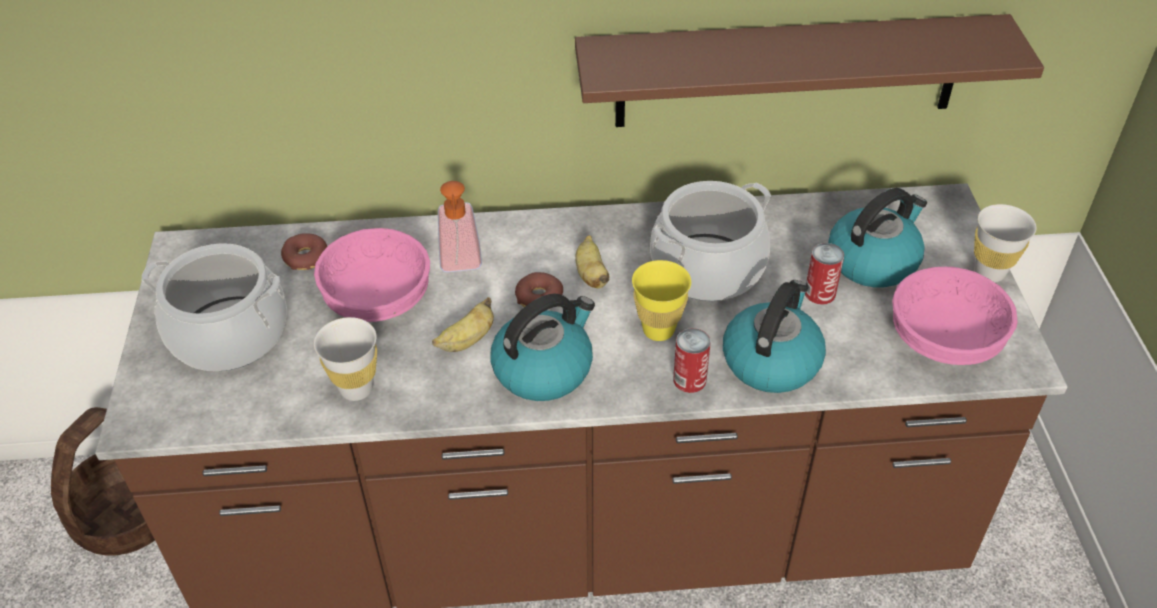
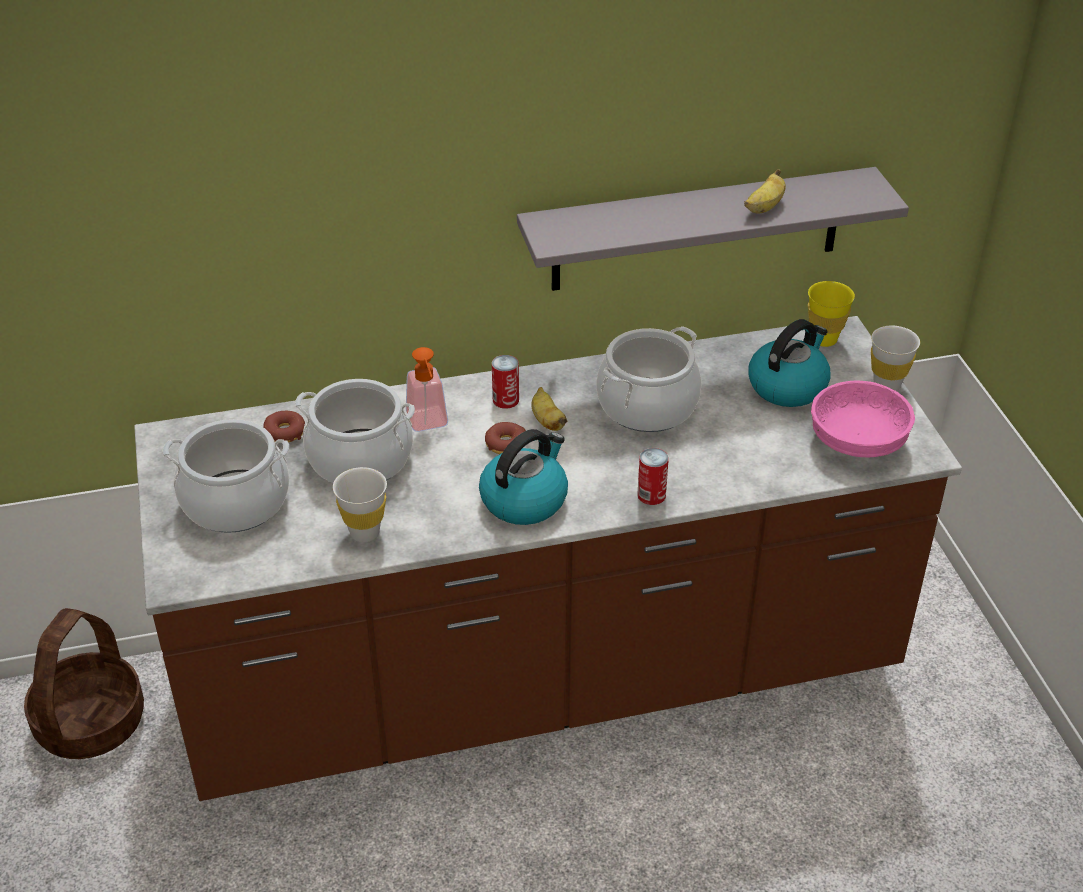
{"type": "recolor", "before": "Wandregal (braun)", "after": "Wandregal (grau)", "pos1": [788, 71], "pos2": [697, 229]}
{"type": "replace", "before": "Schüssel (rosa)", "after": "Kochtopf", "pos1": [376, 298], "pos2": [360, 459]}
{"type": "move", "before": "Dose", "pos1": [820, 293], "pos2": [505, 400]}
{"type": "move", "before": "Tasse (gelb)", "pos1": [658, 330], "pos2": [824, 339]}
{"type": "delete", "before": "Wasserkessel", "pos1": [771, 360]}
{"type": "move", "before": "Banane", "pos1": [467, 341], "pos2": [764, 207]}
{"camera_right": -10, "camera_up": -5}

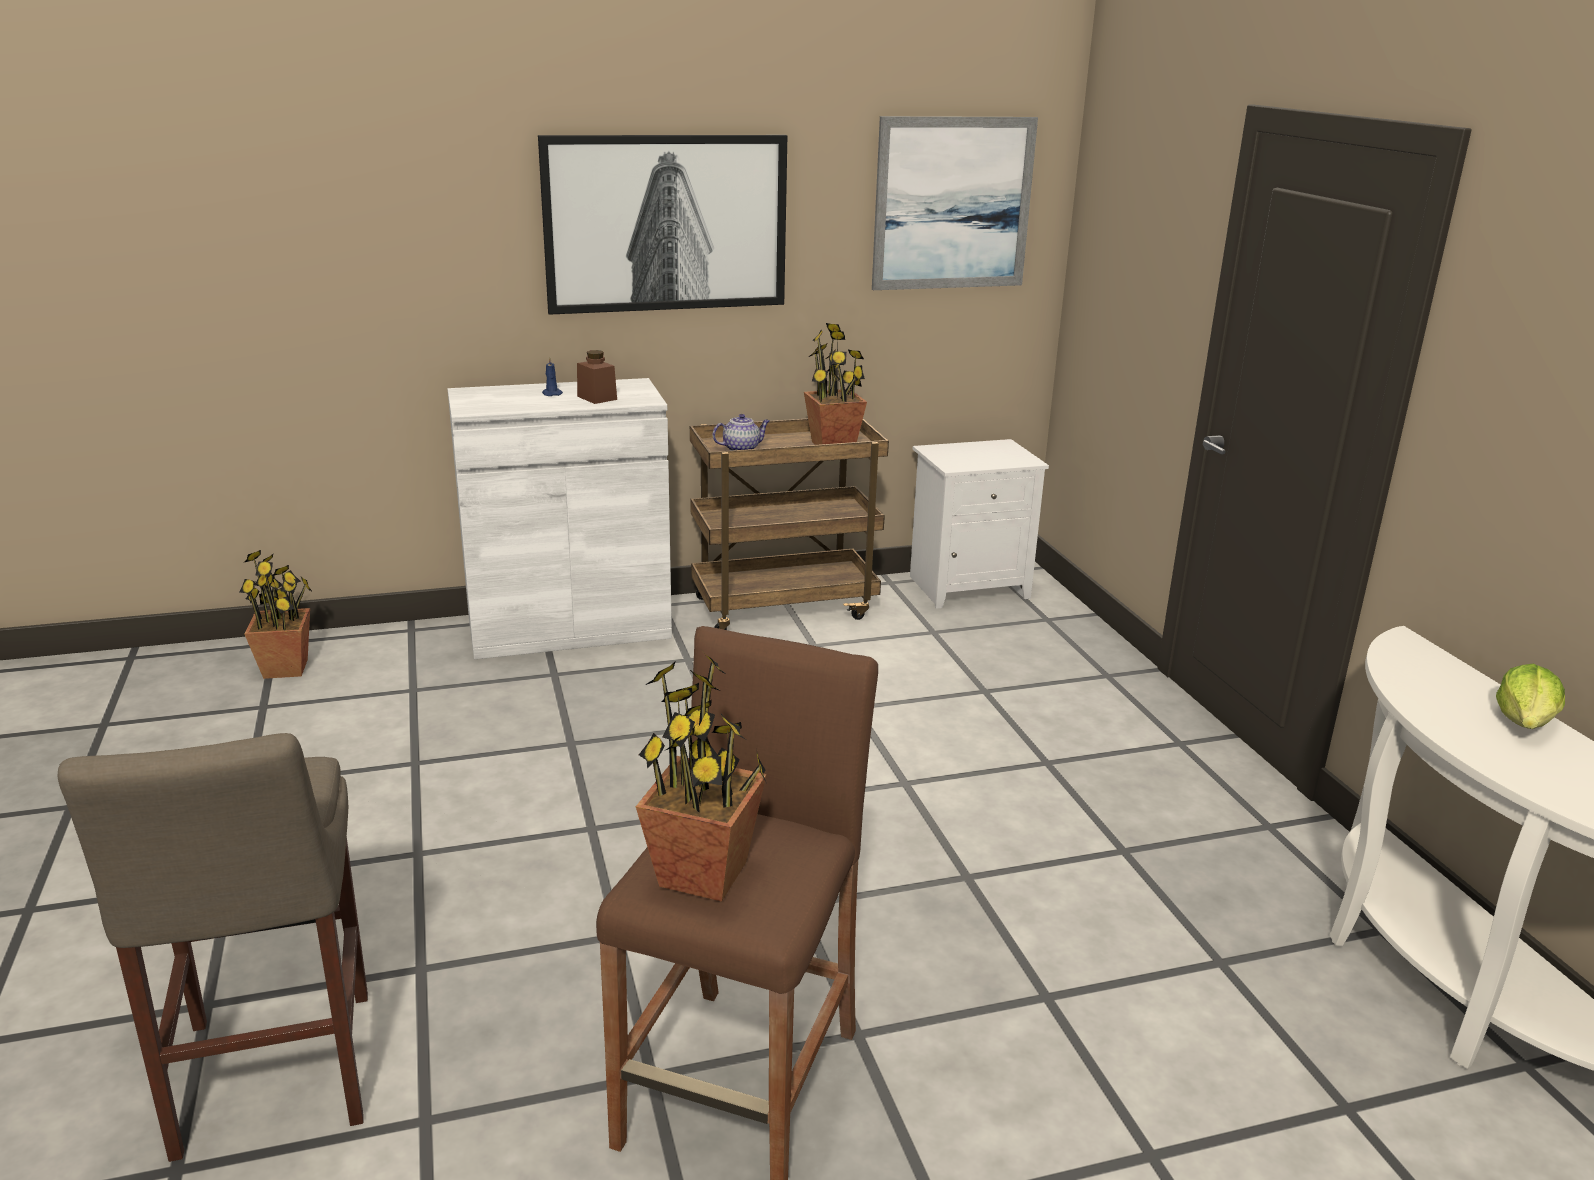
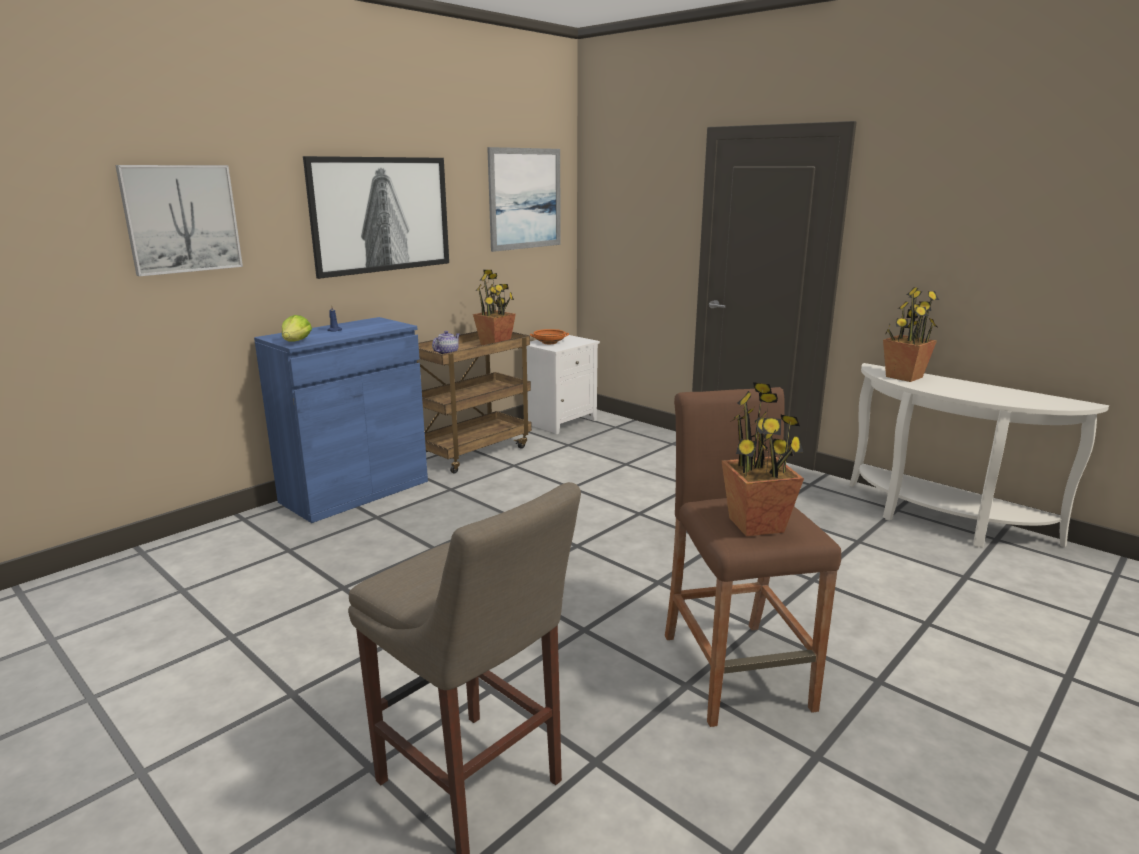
{"type": "delete", "before": "Vorratsglas (braun)", "pos1": [597, 398]}
{"type": "recolor", "before": "Schrank (weiß)", "after": "Schrank (blau)", "pos1": [569, 627], "pos2": [355, 491]}
{"type": "move", "before": "Topfpflanze", "pos1": [285, 668], "pos2": [903, 377]}
{"type": "move", "before": "Salatkopf", "pos1": [1525, 723], "pos2": [296, 342]}
{"type": "insert", "after": "Bild", "pos2": [181, 219]}
{"type": "insert", "after": "Schüssel (orange)", "pos2": [549, 342]}
{"camera_right": -30, "camera_up": -5}

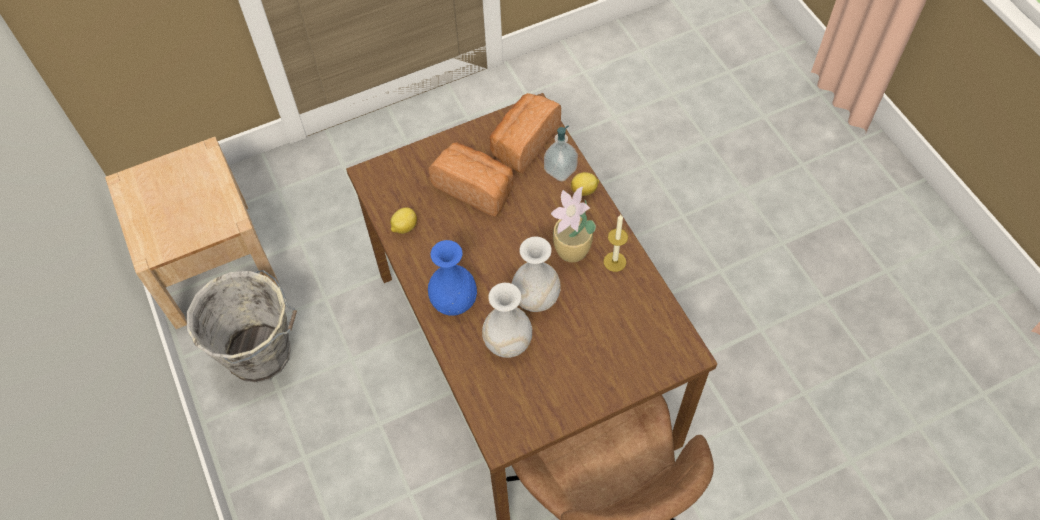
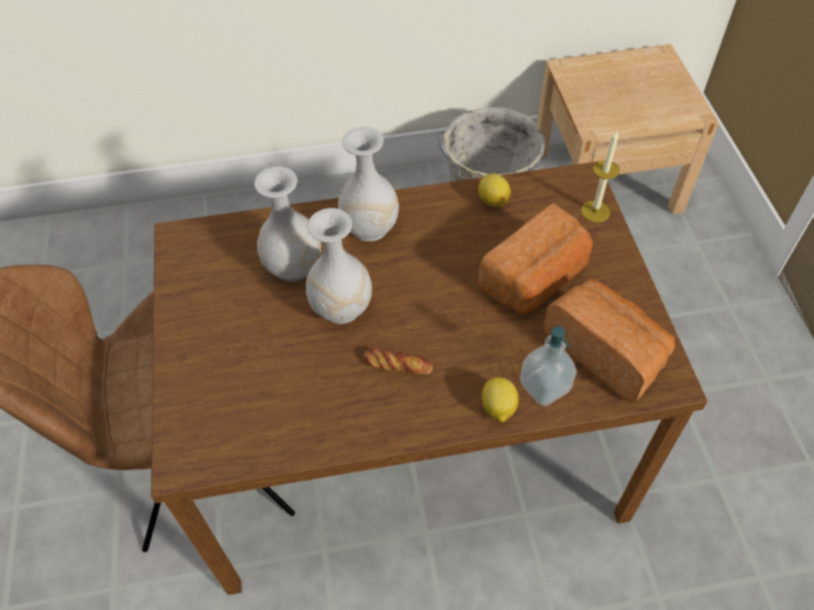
{"type": "replace", "before": "Topfpflanze", "after": "Brot", "pos1": [571, 252], "pos2": [397, 364]}
{"type": "move", "before": "Kerze", "pos1": [614, 261], "pos2": [595, 211]}
{"type": "recolor", "before": "Vase (blau)", "after": "Vase (weiß)", "pos1": [455, 302], "pos2": [369, 228]}
{"camera_right": 105, "camera_up": -5}

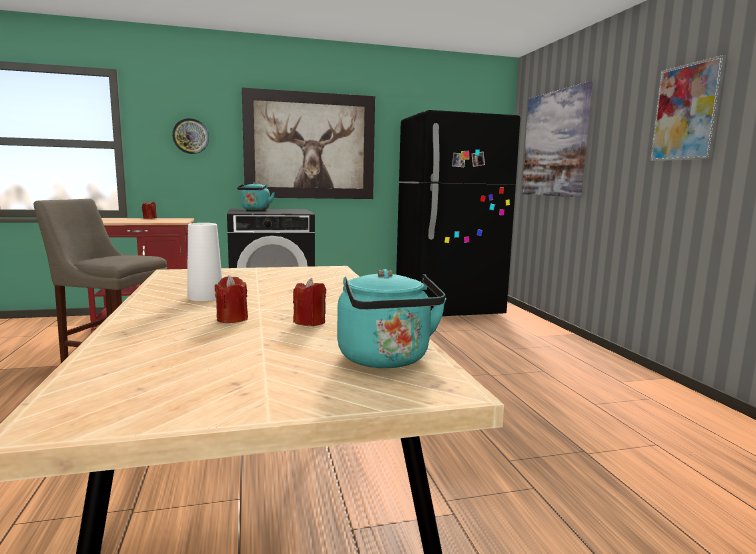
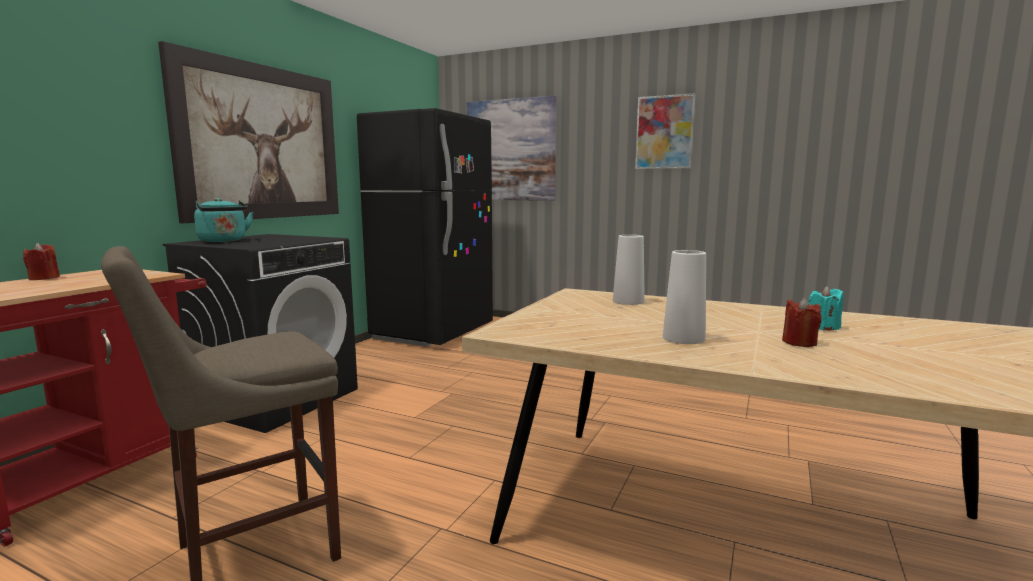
{"type": "delete", "before": "Wanduhr", "pos1": [191, 136]}
{"type": "delete", "before": "Wasserkessel (türkis)", "pos1": [386, 360]}
{"type": "recolor", "before": "Kerze (rot)", "after": "Kerze (türkis)", "pos1": [310, 322], "pos2": [823, 327]}
{"type": "insert", "after": "Vase (weiß)", "pos2": [628, 301]}
{"camera_right": -50, "camera_up": 0}

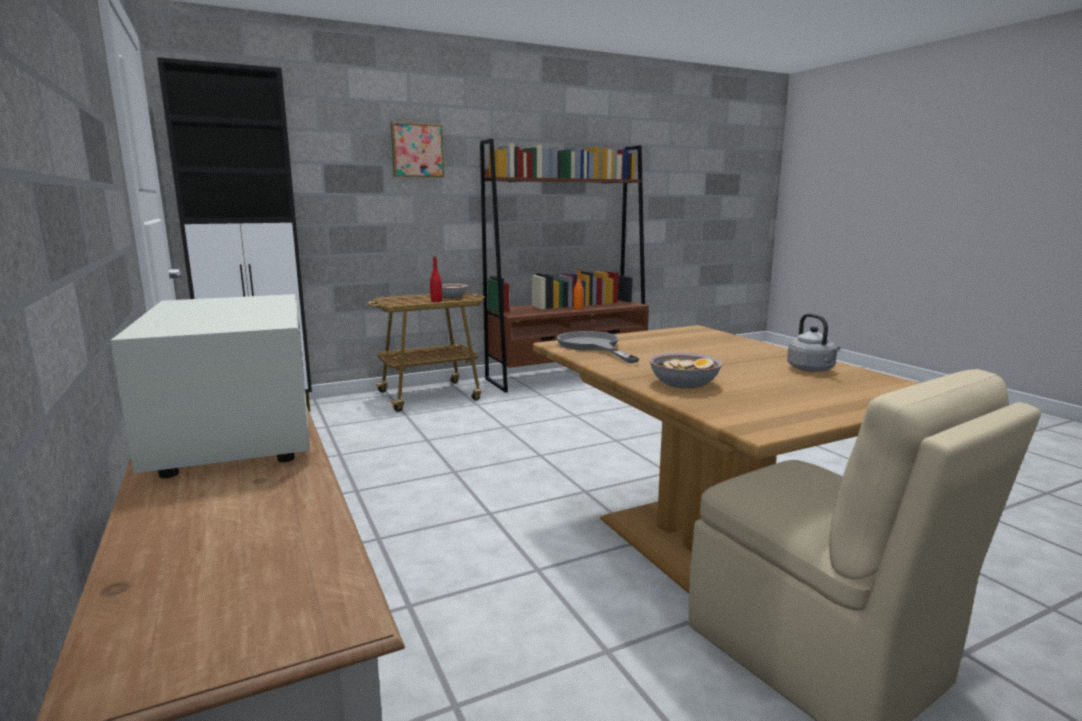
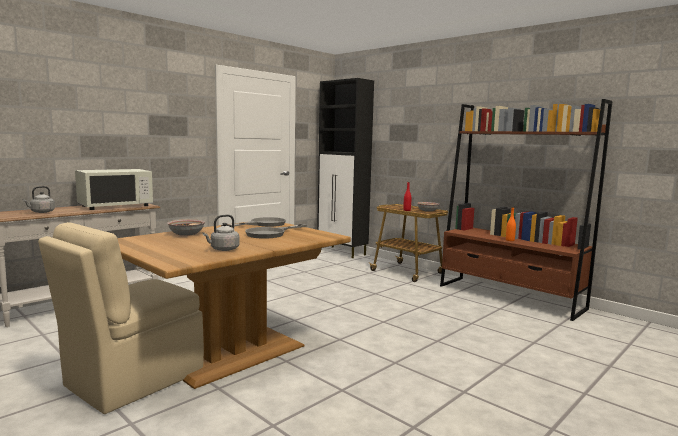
{"type": "delete", "before": "Bild", "pos1": [417, 150]}
{"type": "insert", "after": "Wasserkessel (grau)", "pos2": [41, 212]}
{"type": "insert", "after": "Pfanne (grau)", "pos2": [271, 233]}
{"camera_right": 70, "camera_up": -5}

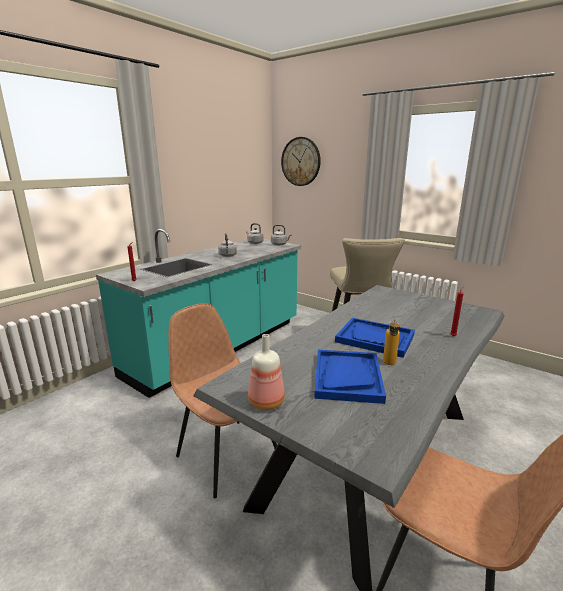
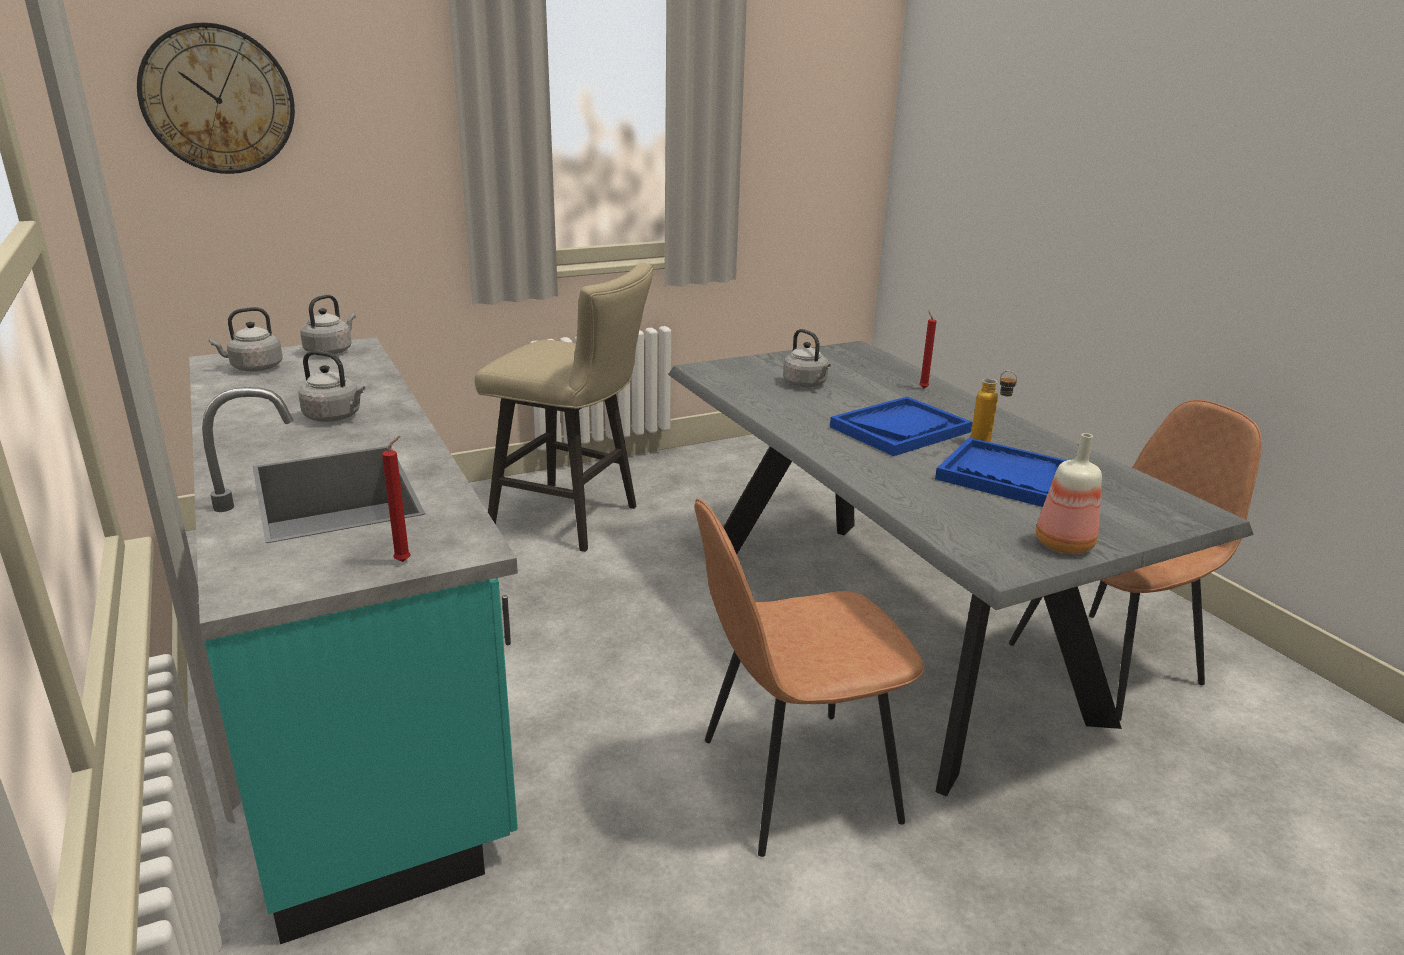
{"type": "insert", "after": "Wasserkessel (grau)", "pos2": [806, 384]}
{"camera_right": -65, "camera_up": 5}

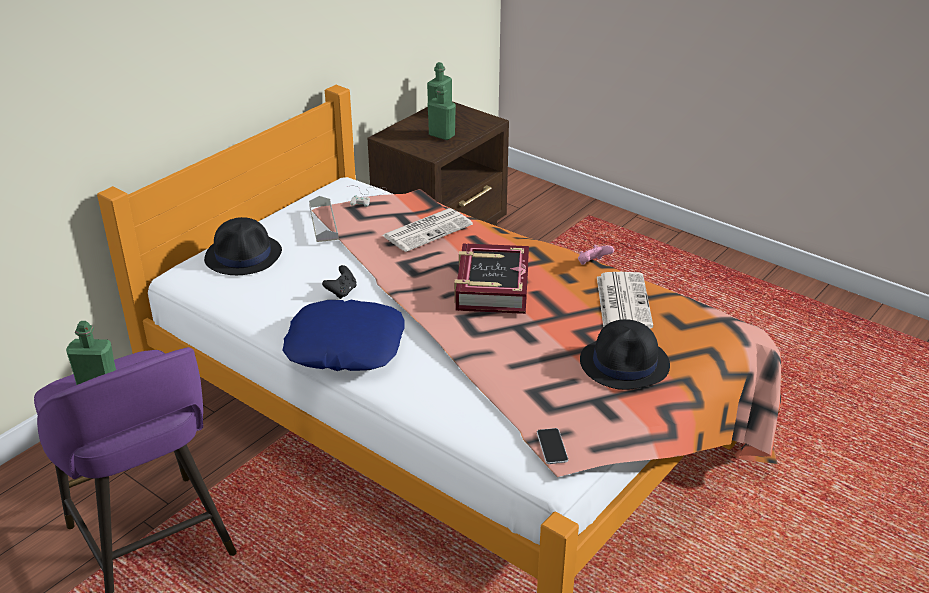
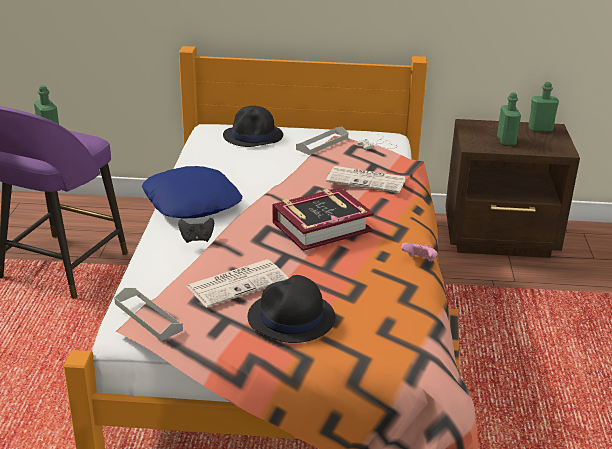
{"type": "move", "before": "Gamepad (schwarz)", "pos1": [342, 292], "pos2": [197, 239]}
{"type": "move", "before": "Zeitung", "pos1": [622, 301], "pos2": [238, 283]}
{"type": "replace", "before": "Handy", "after": "Tablett (grau)", "pos1": [552, 447], "pos2": [148, 317]}
{"camera_right": 55, "camera_up": -5}

